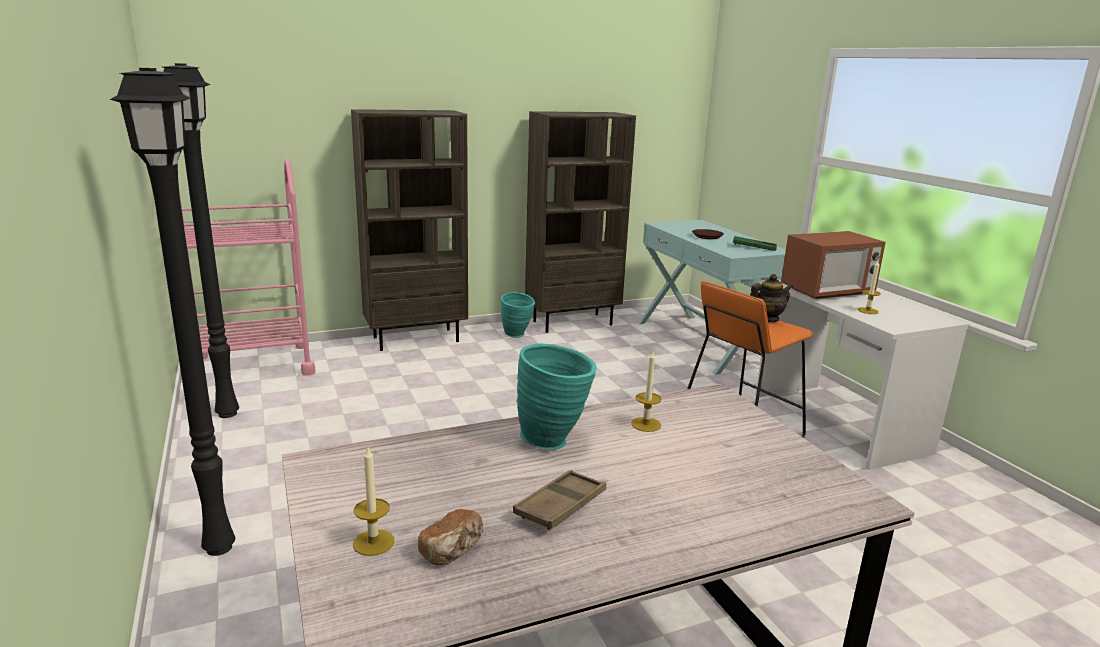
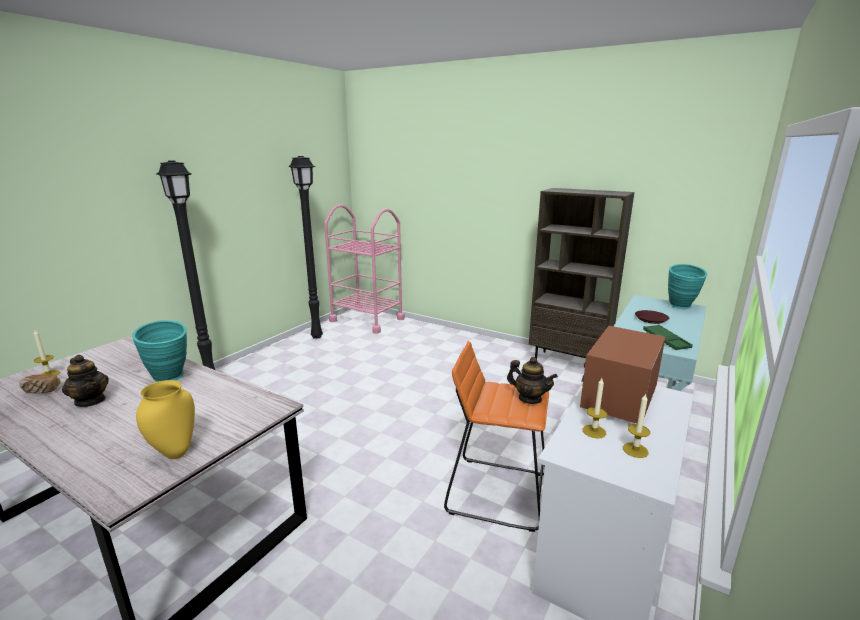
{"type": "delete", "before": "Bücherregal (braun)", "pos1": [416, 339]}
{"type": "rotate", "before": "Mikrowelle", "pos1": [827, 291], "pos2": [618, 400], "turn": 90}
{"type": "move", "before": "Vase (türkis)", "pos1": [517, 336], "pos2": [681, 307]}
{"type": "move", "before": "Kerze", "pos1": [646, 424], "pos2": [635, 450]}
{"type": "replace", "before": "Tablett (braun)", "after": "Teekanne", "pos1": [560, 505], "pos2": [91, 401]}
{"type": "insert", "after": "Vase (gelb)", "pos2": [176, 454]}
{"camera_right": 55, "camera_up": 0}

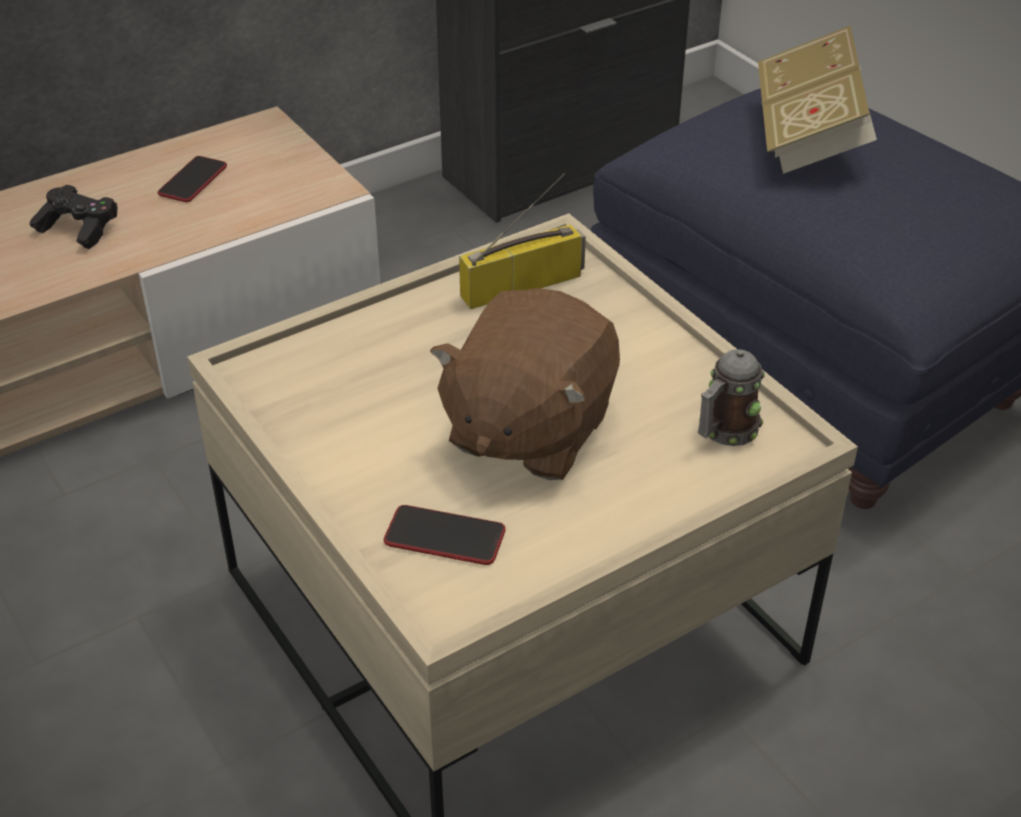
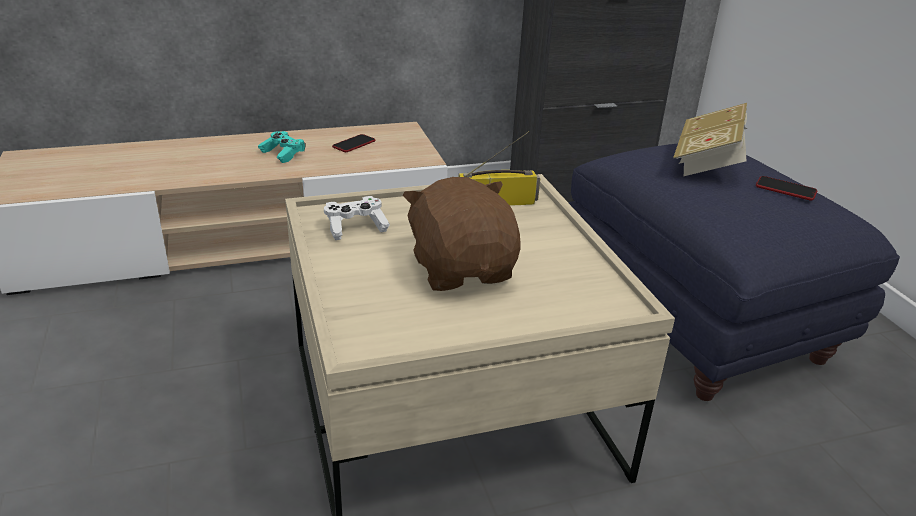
{"type": "recolor", "before": "Gamepad (schwarz)", "after": "Gamepad (türkis)", "pos1": [78, 228], "pos2": [283, 154]}
{"type": "rotate", "before": "Plüschtier (braun)", "pos1": [528, 430], "pos2": [462, 269], "turn": 120}
{"type": "delete", "before": "Henkelbecher", "pos1": [724, 432]}
{"type": "move", "before": "Handy", "pos1": [444, 537], "pos2": [785, 189]}
{"type": "insert", "after": "Gamepad (weiß)", "pos2": [355, 227]}
{"camera_right": 15, "camera_up": -10}

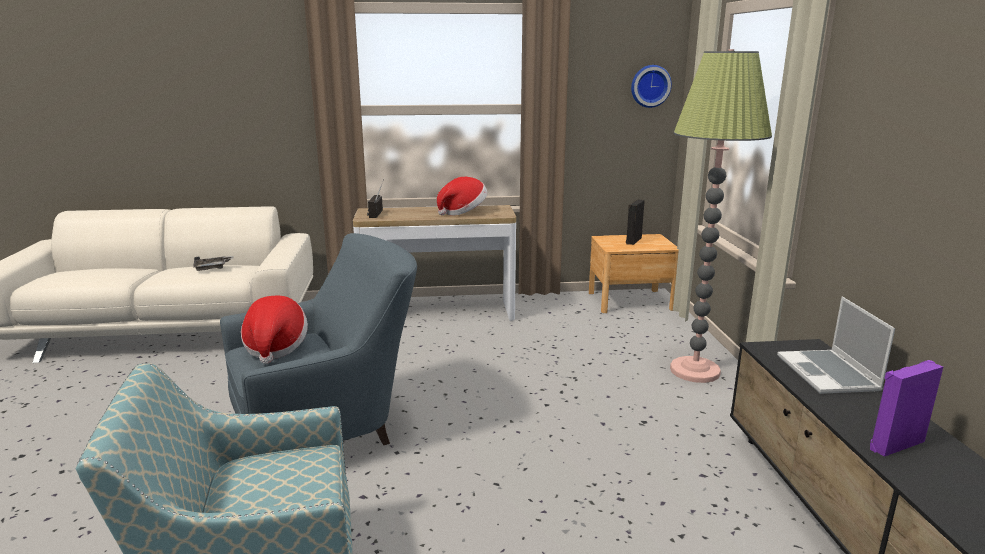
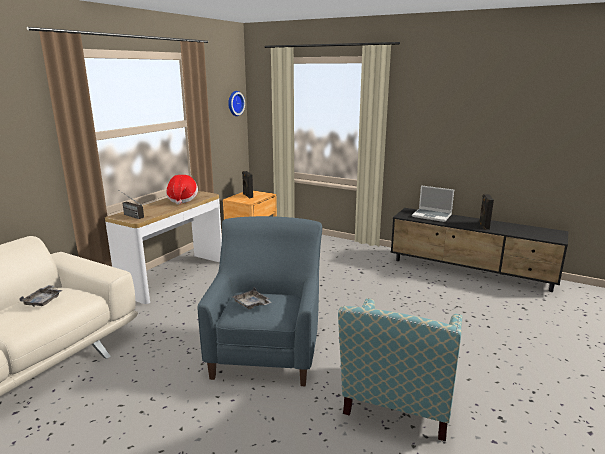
{"type": "delete", "before": "Stehlampe", "pos1": [695, 371]}
{"type": "replace", "before": "Hut", "after": "Tablett (grau)", "pos1": [275, 347], "pos2": [251, 304]}
{"type": "recolor", "before": "Lautsprecher (lila)", "after": "Lautsprecher (schwarz)", "pos1": [895, 444], "pos2": [483, 226]}
{"camera_right": -55, "camera_up": 0}

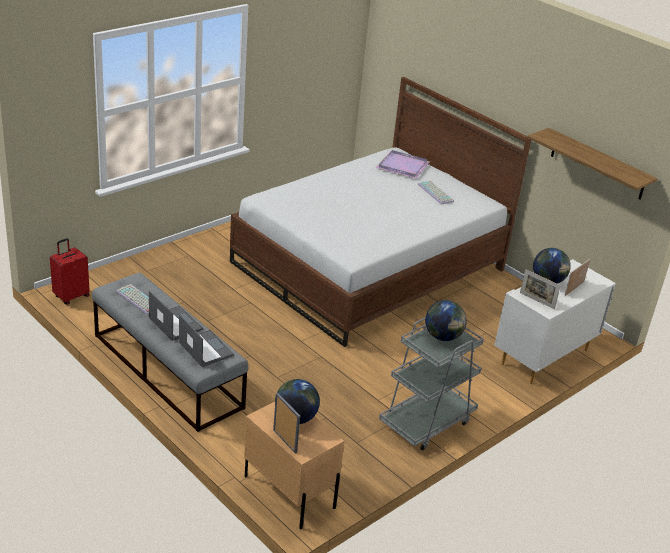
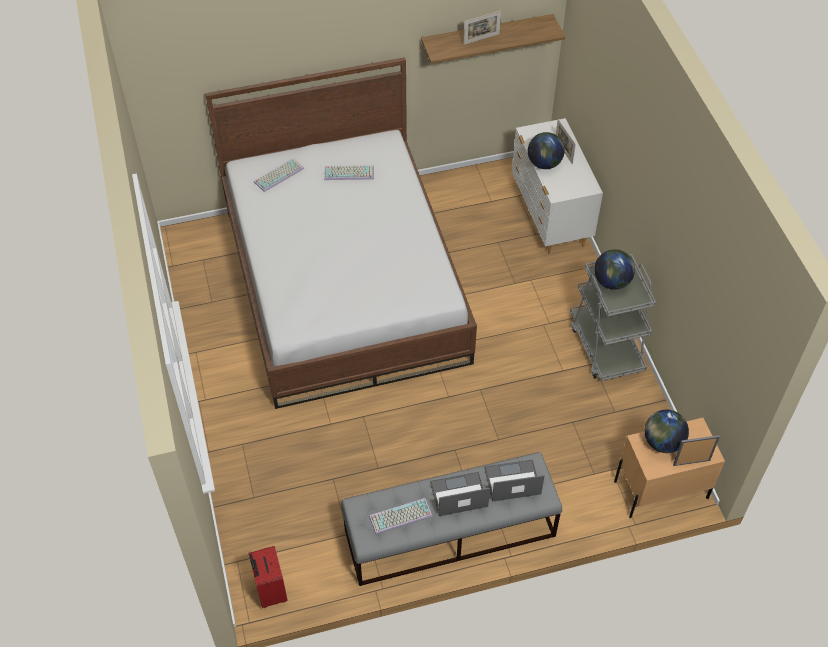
{"type": "replace", "before": "Tablett (lila)", "after": "Tastatur", "pos1": [403, 166], "pos2": [279, 174]}
{"type": "move", "before": "Bilderrahmen", "pos1": [537, 301], "pos2": [481, 39]}
{"camera_right": -60, "camera_up": 20}

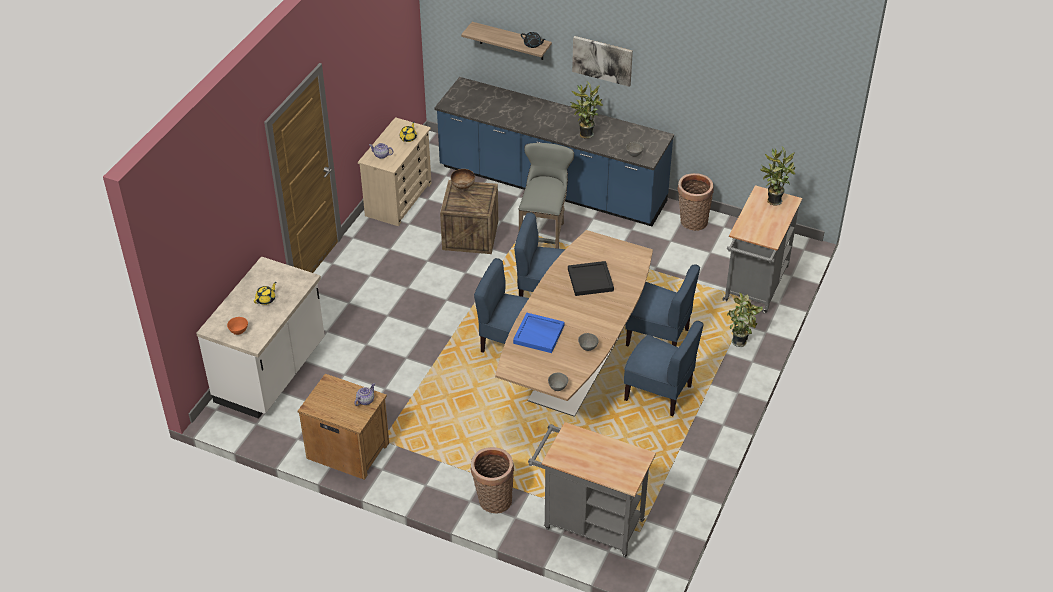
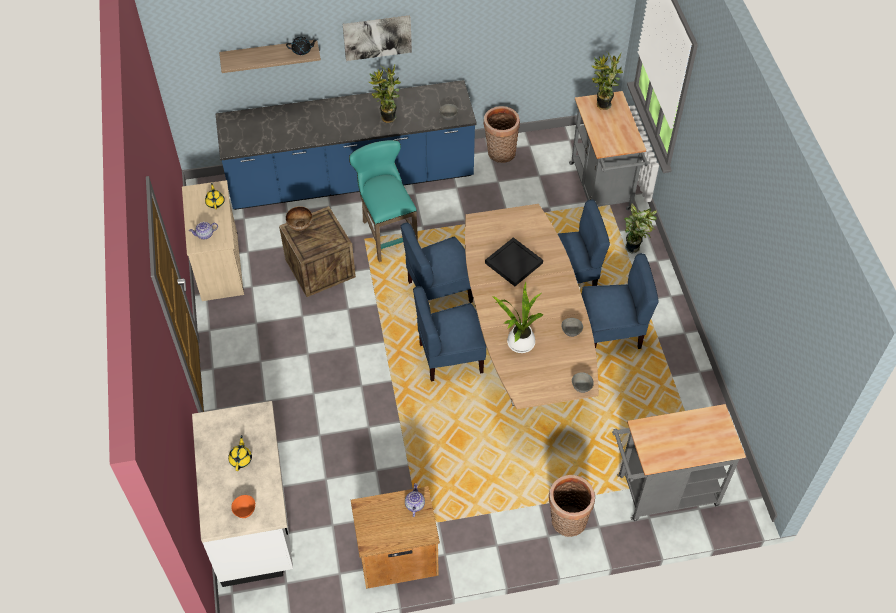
{"type": "recolor", "before": "Hocker (grau)", "after": "Hocker (türkis)", "pos1": [544, 235], "pos2": [387, 233]}
{"type": "replace", "before": "Tablett (blau)", "after": "Topfpflanze", "pos1": [539, 334], "pos2": [518, 343]}
{"camera_right": -35, "camera_up": 10}

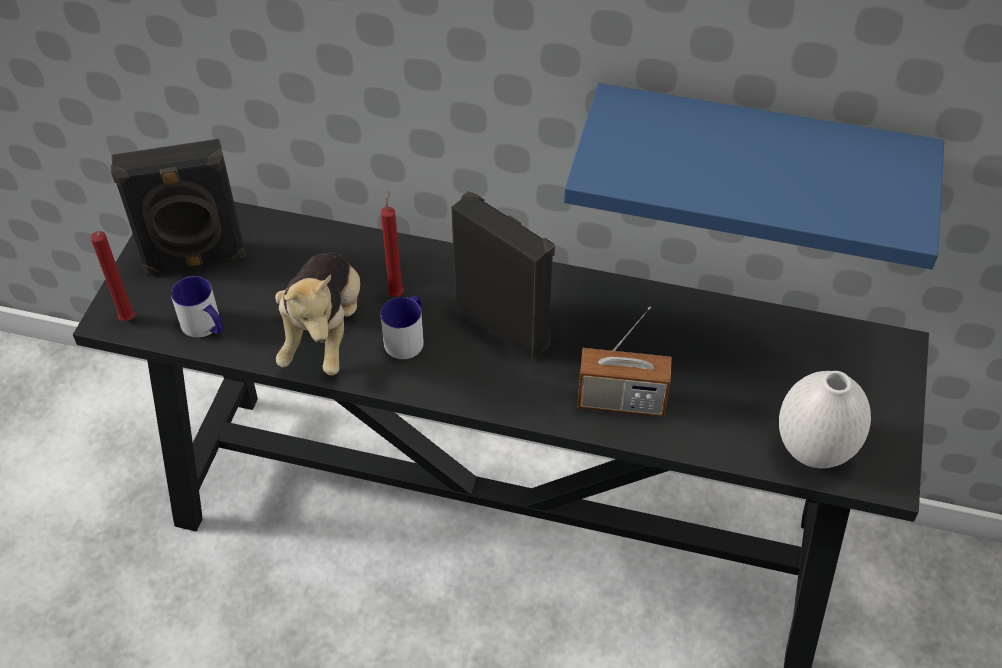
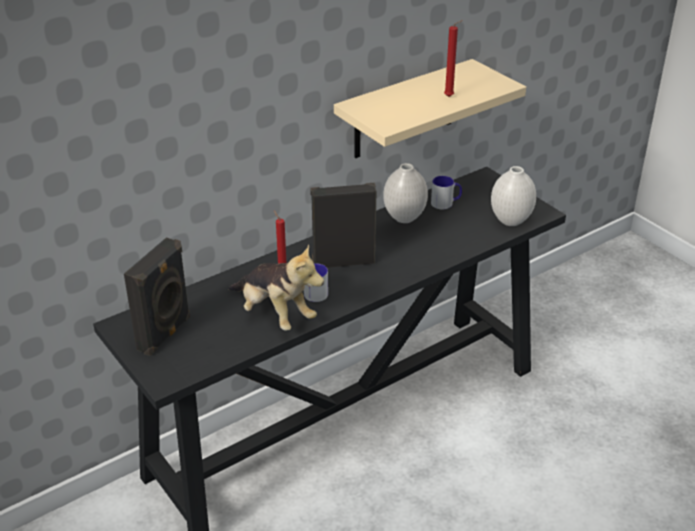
{"type": "recolor", "before": "Wandregal (blau)", "after": "Wandregal (beige)", "pos1": [757, 158], "pos2": [404, 110]}
{"type": "move", "before": "Kerze (rot)", "pos1": [128, 321], "pos2": [450, 97]}
{"type": "move", "before": "Henkelbecher", "pos1": [205, 326], "pos2": [446, 203]}
{"type": "delete", "before": "Radio", "pos1": [621, 401]}
{"type": "insert", "after": "Vase (weiß)", "pos2": [404, 218]}
{"camera_right": -50, "camera_up": -15}

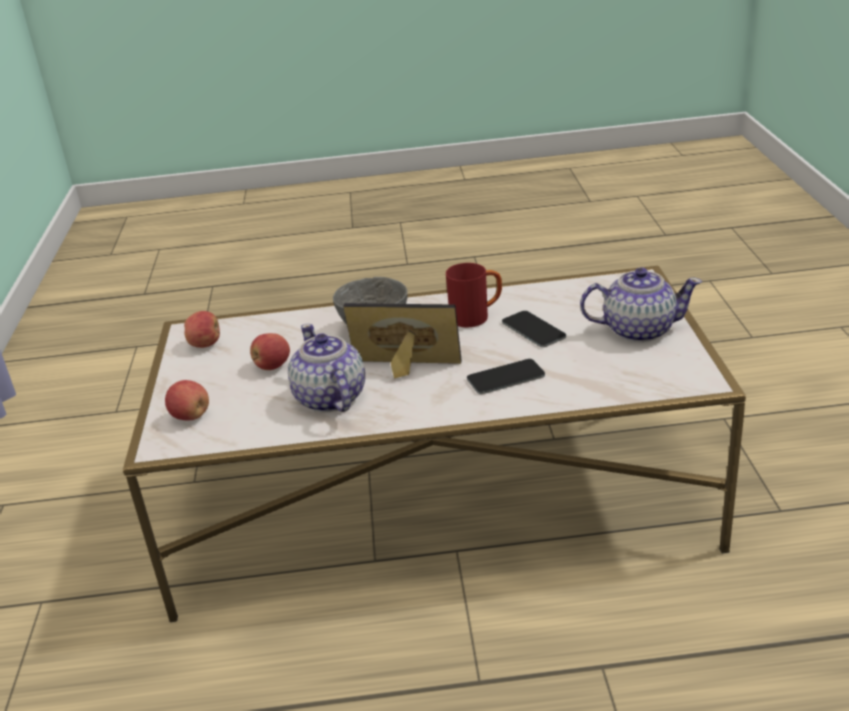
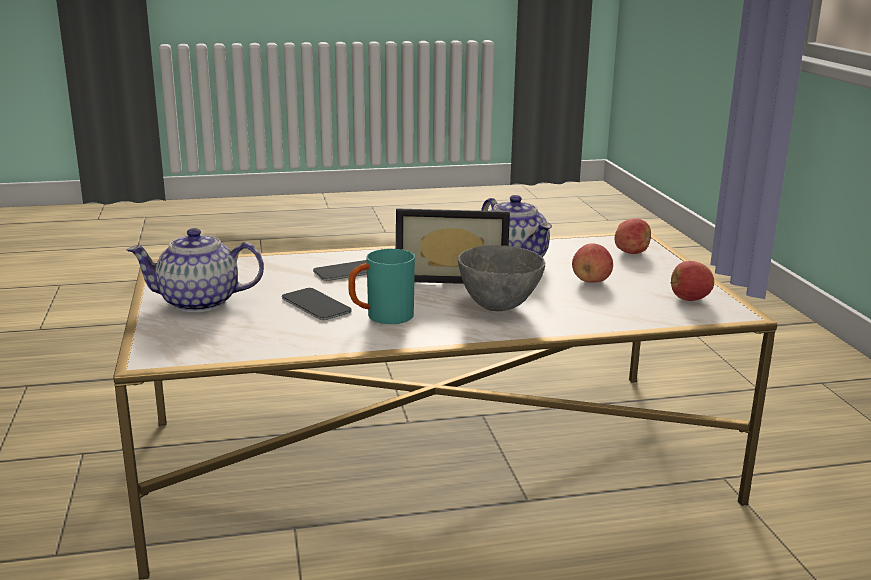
{"type": "recolor", "before": "Henkelbecher (rot)", "after": "Henkelbecher (türkis)", "pos1": [476, 317], "pos2": [381, 317]}
{"camera_right": 170, "camera_up": -10}

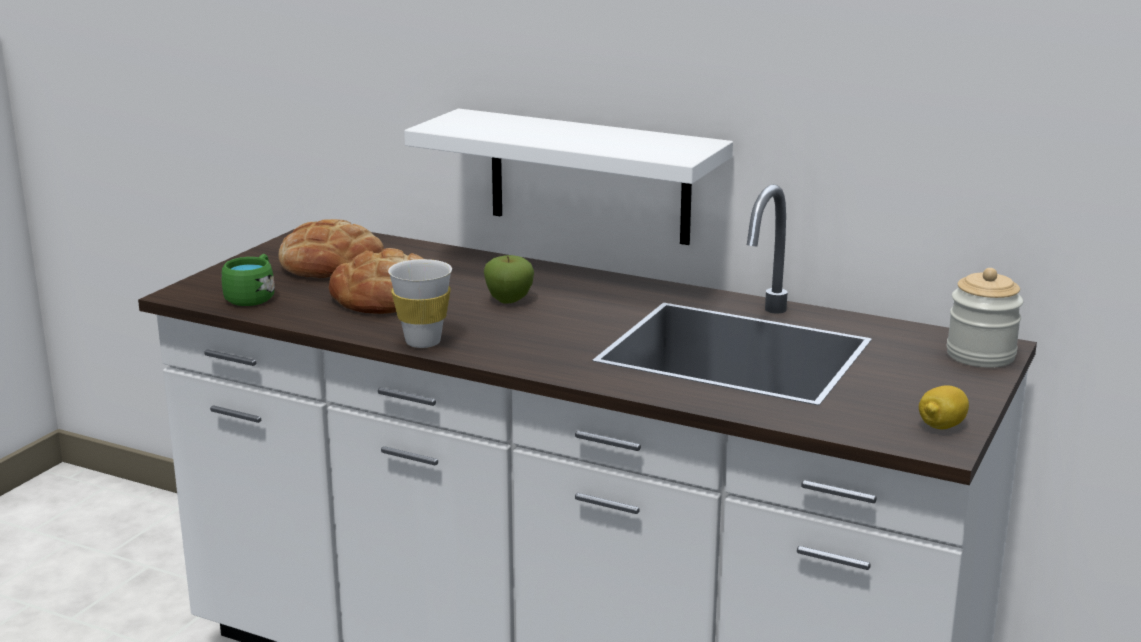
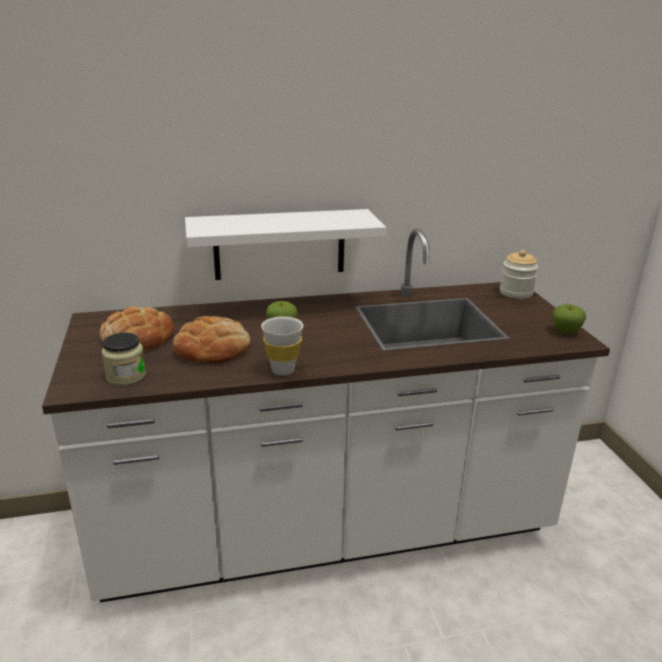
{"type": "replace", "before": "Henkelbecher (grün)", "after": "Vorratsglas", "pos1": [253, 297], "pos2": [126, 376]}
{"type": "replace", "before": "Zitrone", "after": "Apfel", "pos1": [941, 426], "pos2": [565, 331]}
{"camera_right": -40, "camera_up": 5}

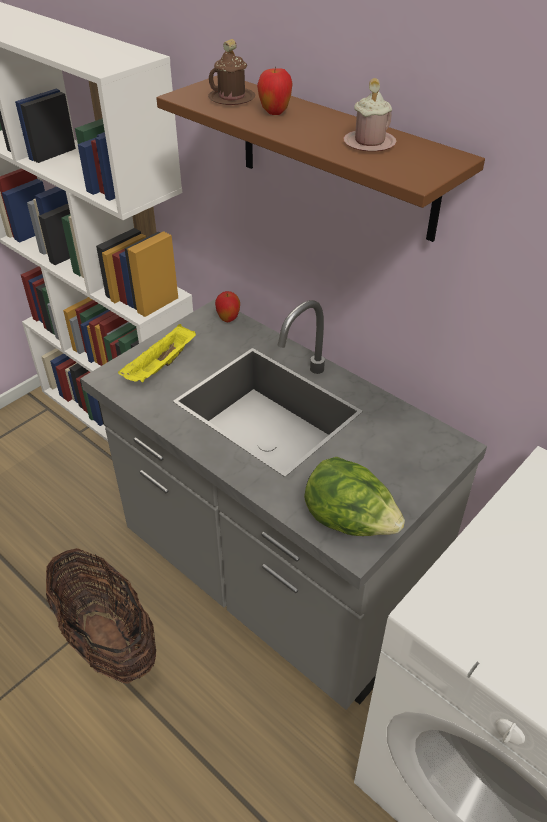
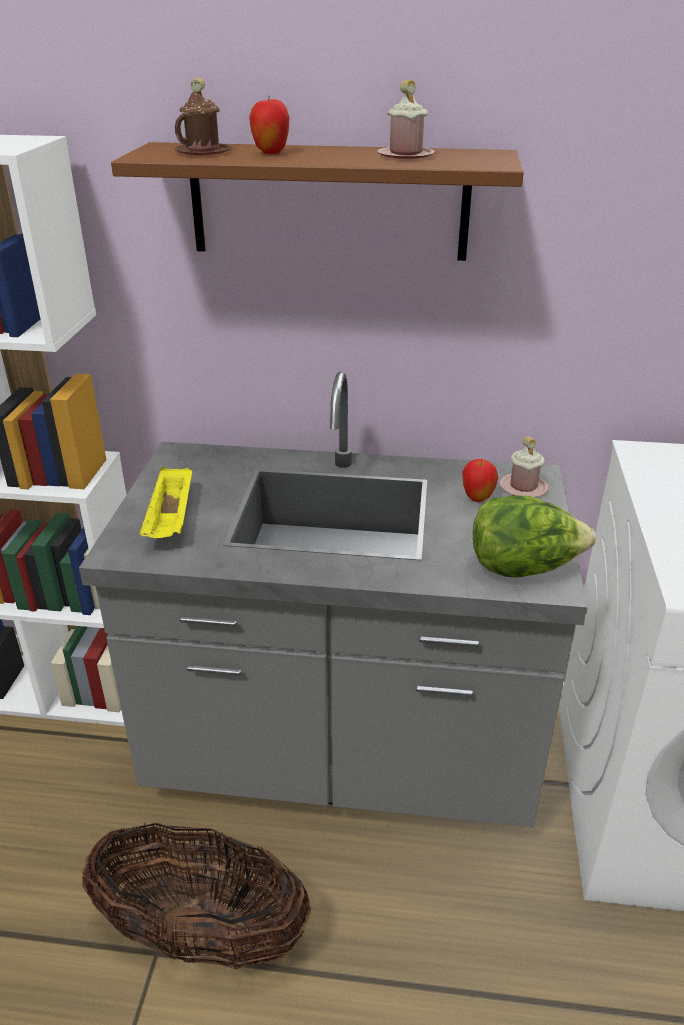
{"type": "move", "before": "Apfel", "pos1": [228, 319], "pos2": [477, 498]}
{"type": "insert", "after": "Henkelbecher (rosa)", "pos2": [523, 487]}
{"camera_right": -35, "camera_up": -10}

